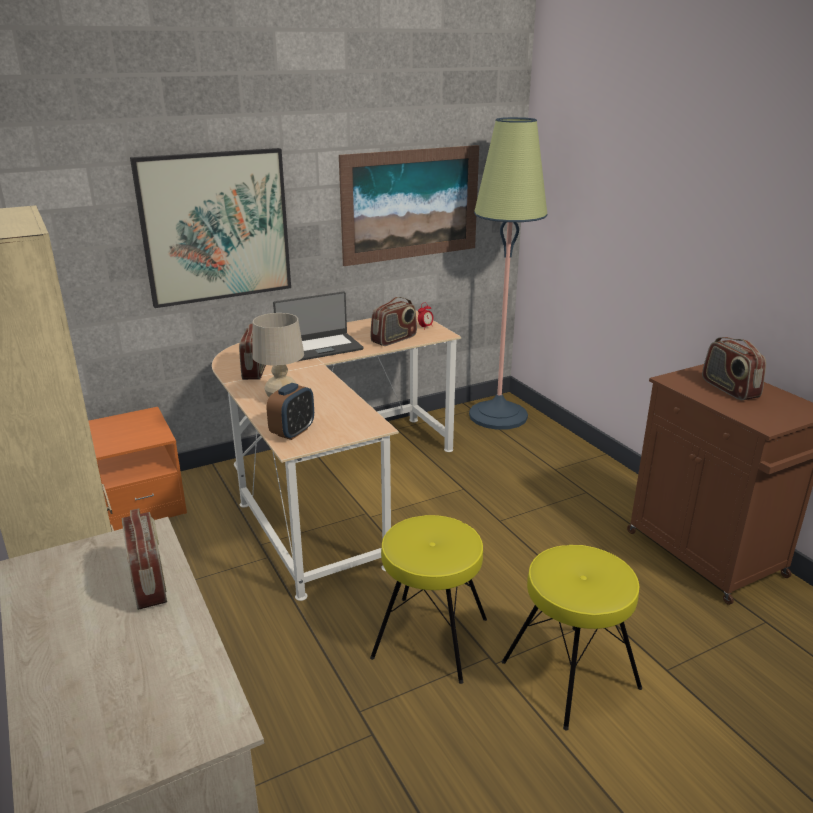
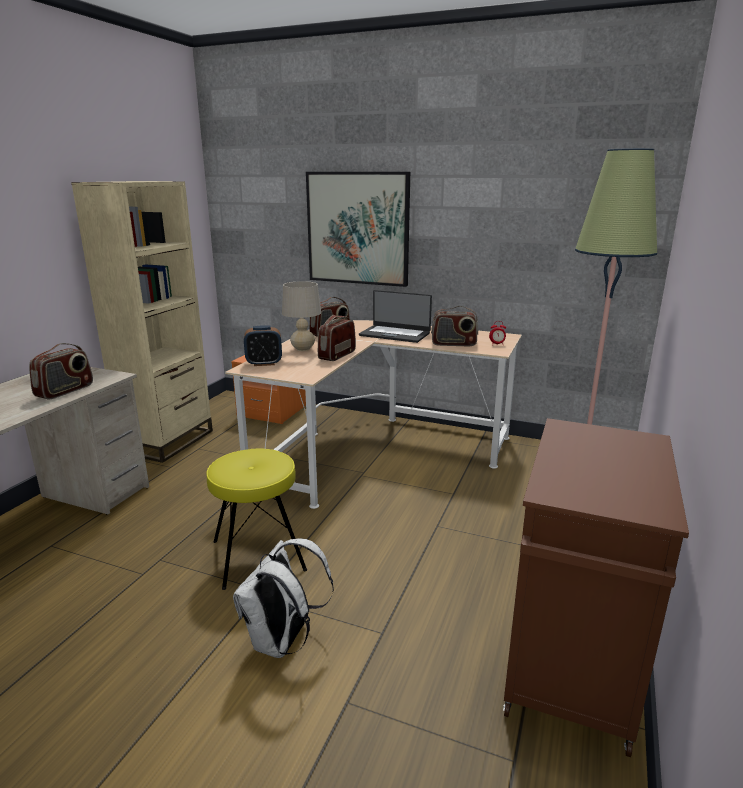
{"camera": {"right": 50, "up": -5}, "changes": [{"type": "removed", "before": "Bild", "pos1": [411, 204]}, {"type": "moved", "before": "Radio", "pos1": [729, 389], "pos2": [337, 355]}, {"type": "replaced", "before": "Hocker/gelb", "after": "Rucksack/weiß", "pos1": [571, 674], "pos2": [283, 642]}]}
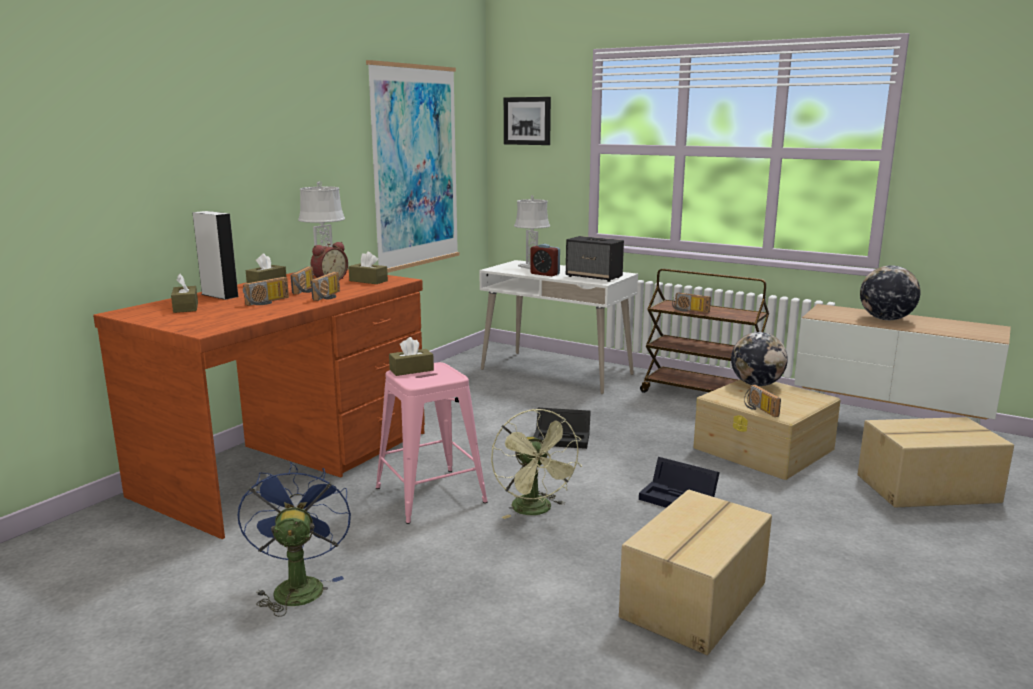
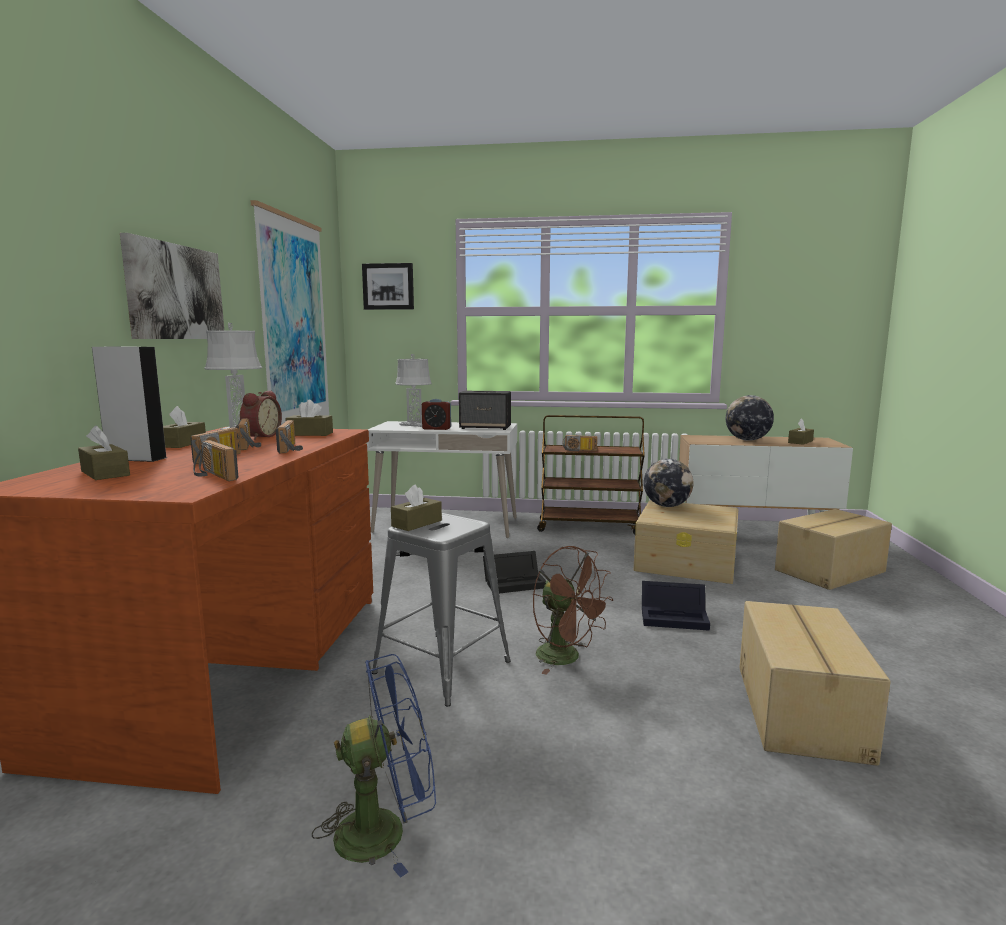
{"camera": {"right": -25, "up": -5}, "changes": [{"type": "recoloured", "before": "Hocker/rosa", "after": "Hocker/grau", "pos1": [430, 495], "pos2": [442, 667]}, {"type": "moved", "before": "Radio", "pos1": [759, 409], "pos2": [212, 475]}, {"type": "recoloured", "before": "Ventilator/grün", "after": "Ventilator/braun", "pos1": [536, 511], "pos2": [566, 658]}, {"type": "turned", "before": "Ventilator/blau", "pos1": [297, 586], "pos2": [385, 829], "turn": 105}, {"type": "added", "after": "Bild", "pos2": [175, 292]}, {"type": "added", "after": "Taschentuchbox/braun", "pos2": [800, 442]}]}
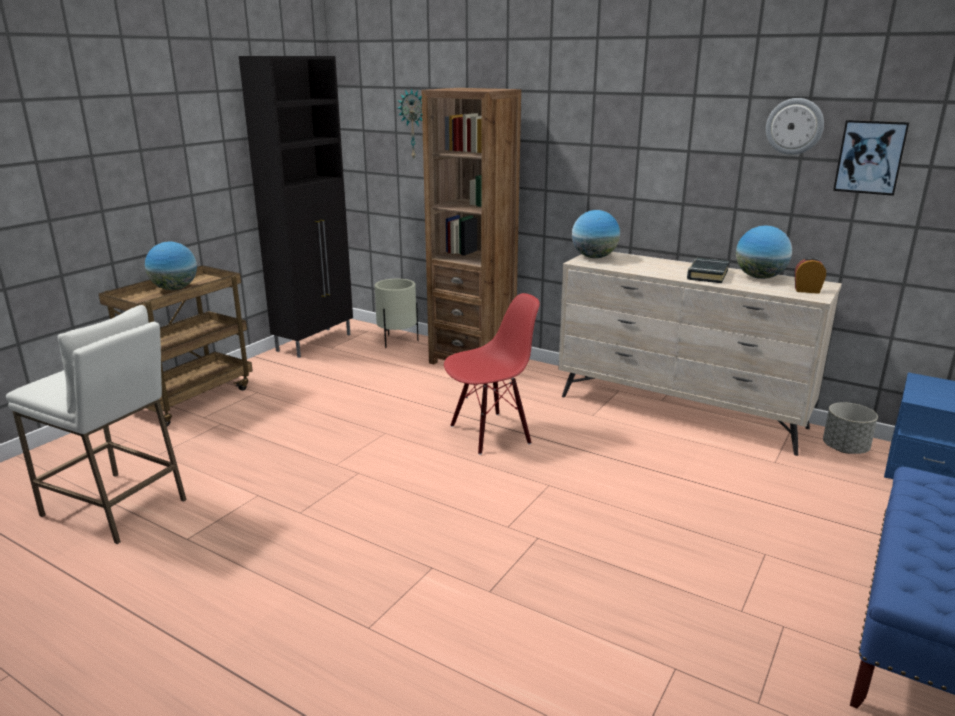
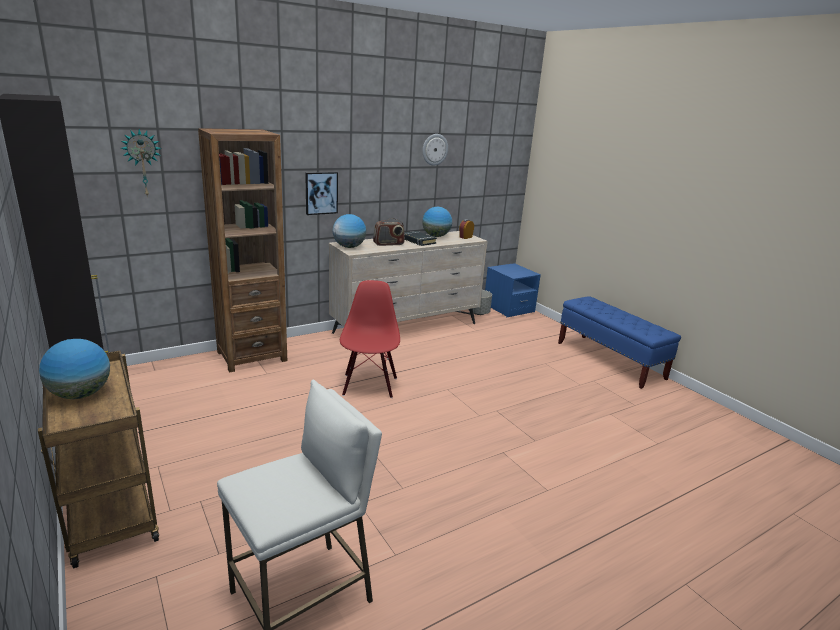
{"camera": {"right": -65, "up": 0}, "changes": [{"type": "moved", "before": "Bild", "pos1": [870, 157], "pos2": [321, 193]}, {"type": "removed", "before": "Pflanzkübel/beige", "pos1": [397, 341]}, {"type": "added", "after": "Radio", "pos2": [388, 244]}]}
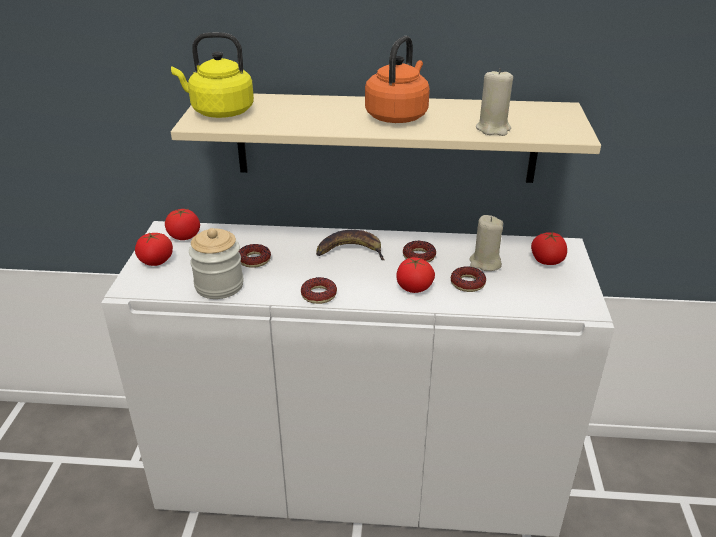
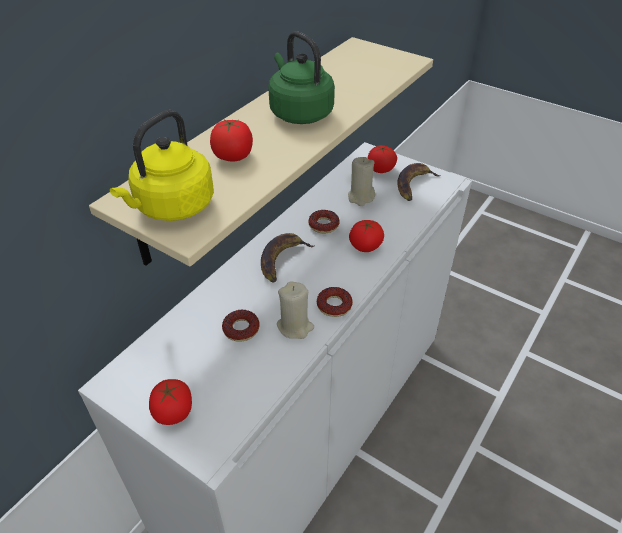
{"camera": {"right": -60, "up": 10}, "changes": [{"type": "recoloured", "before": "Wasserkessel/orange", "after": "Wasserkessel/grün", "pos1": [398, 115], "pos2": [299, 112]}, {"type": "moved", "before": "Kerze/beige", "pos1": [493, 129], "pos2": [295, 326]}, {"type": "moved", "before": "Tomate", "pos1": [184, 236], "pos2": [233, 156]}, {"type": "removed", "before": "Vorratsglas", "pos1": [219, 286]}, {"type": "removed", "before": "Donut", "pos1": [467, 283]}, {"type": "added", "after": "Banane", "pos2": [414, 184]}]}
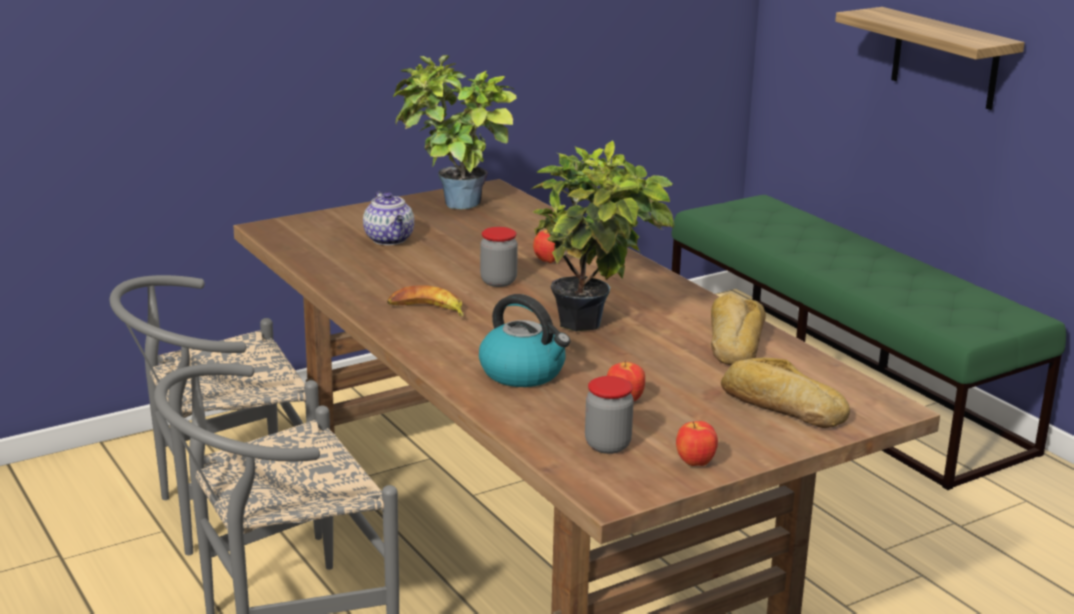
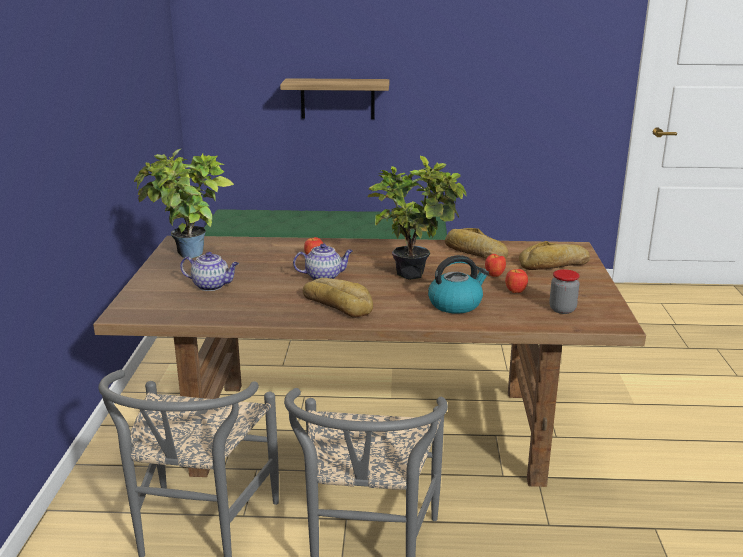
{"camera": {"right": -55, "up": 0}, "changes": [{"type": "replaced", "before": "Vorratsglas", "after": "Teekanne", "pos1": [498, 281], "pos2": [324, 277]}, {"type": "replaced", "before": "Banane", "after": "Brot", "pos1": [427, 310], "pos2": [338, 304]}, {"type": "moved", "before": "Apfel", "pos1": [695, 463], "pos2": [495, 276]}]}
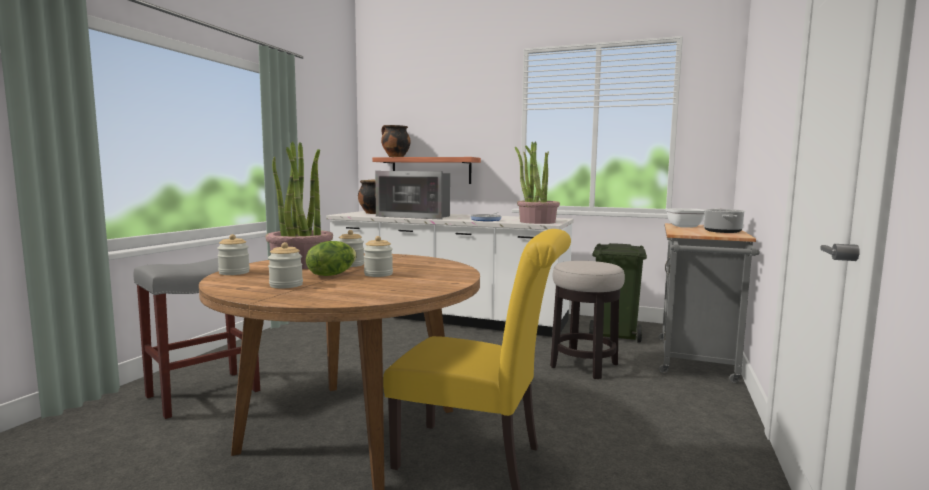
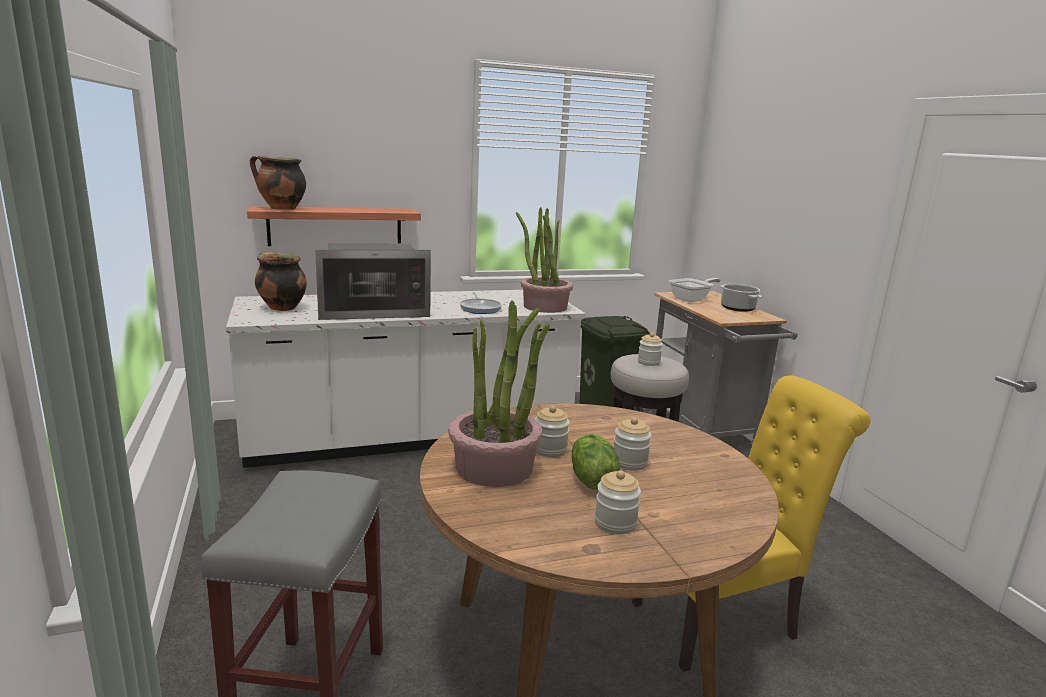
{"camera": {"right": -40, "up": 10}, "changes": [{"type": "moved", "before": "Vorratsglas", "pos1": [234, 272], "pos2": [648, 362]}]}
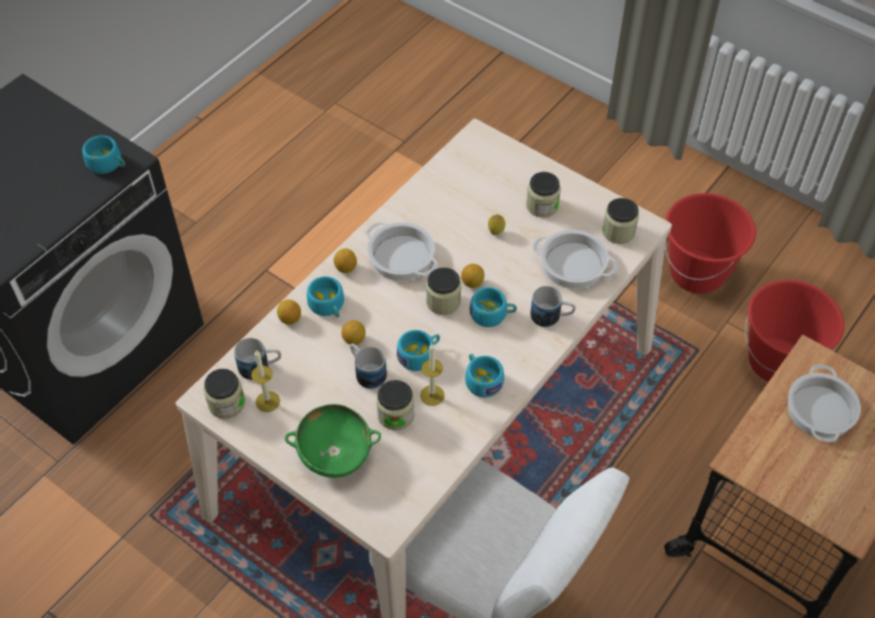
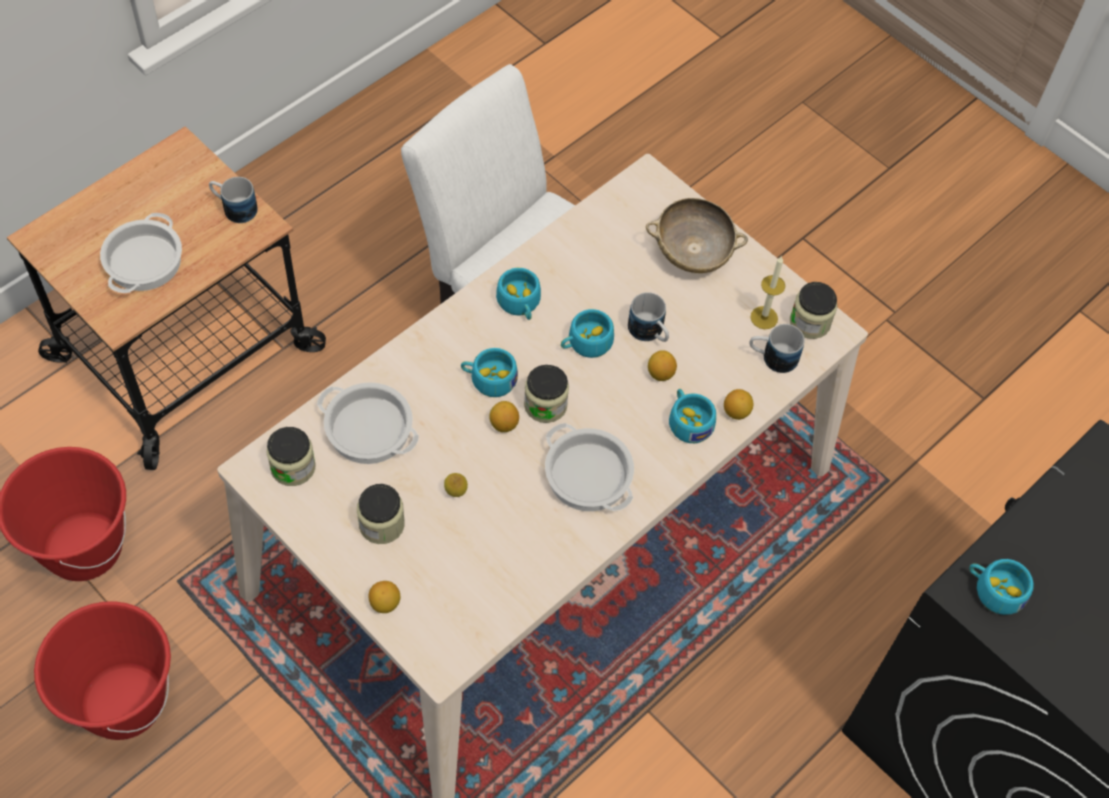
{"camera": {"right": -175, "up": 5}, "changes": [{"type": "moved", "before": "Zitrone", "pos1": [345, 268], "pos2": [385, 603]}, {"type": "moved", "before": "Henkelbecher", "pos1": [551, 317], "pos2": [234, 208]}, {"type": "removed", "before": "Kerze", "pos1": [432, 395]}, {"type": "removed", "before": "Vorratsglas", "pos1": [396, 415]}, {"type": "recoloured", "before": "Schüssel/grün", "after": "Schüssel/beige", "pos1": [335, 453], "pos2": [693, 252]}]}
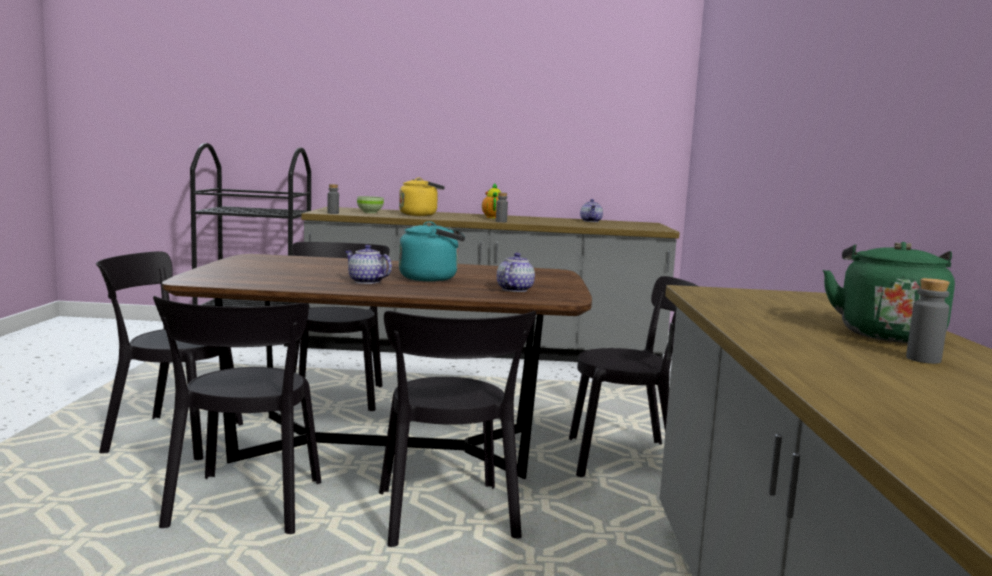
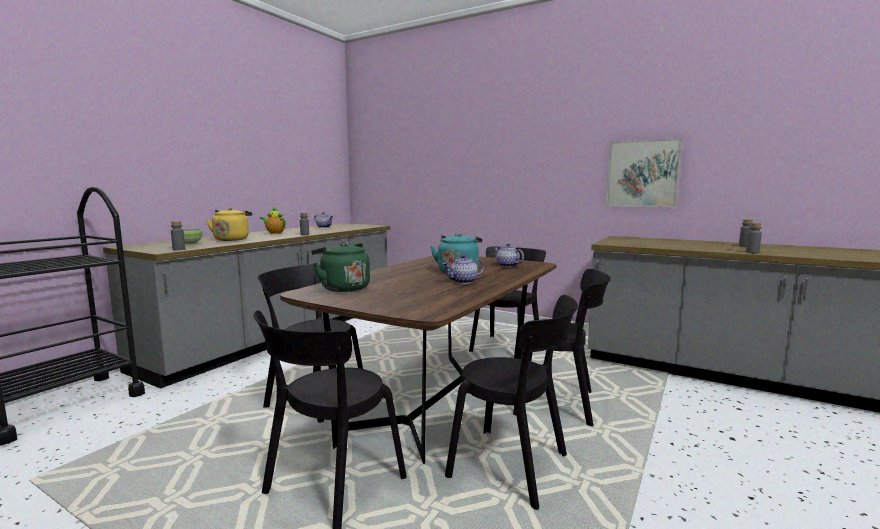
{"camera": {"right": -60, "up": 0}, "changes": [{"type": "moved", "before": "Wasserkessel/grün", "pos1": [886, 334], "pos2": [343, 288]}, {"type": "added", "after": "Bild", "pos2": [642, 173]}, {"type": "added", "after": "Flasche/grau", "pos2": [752, 252]}]}
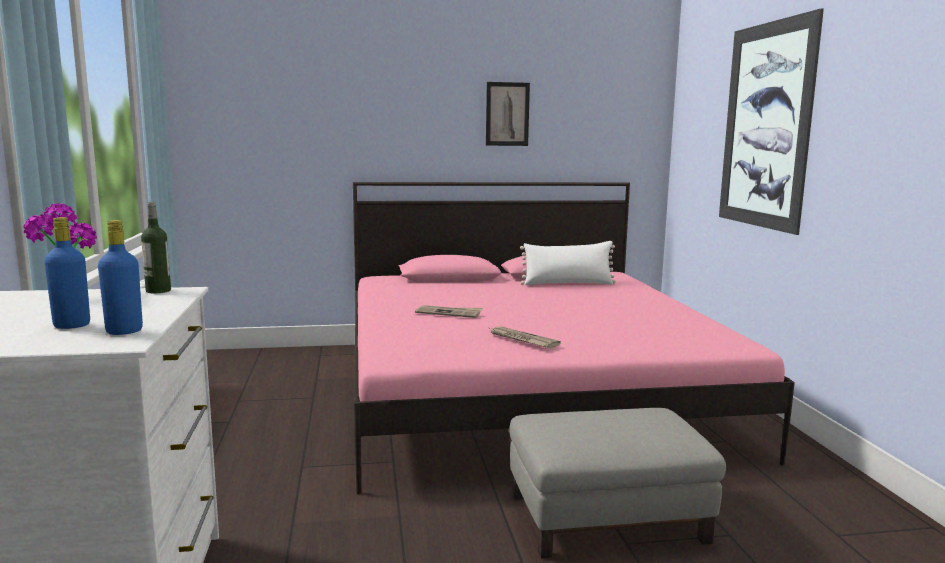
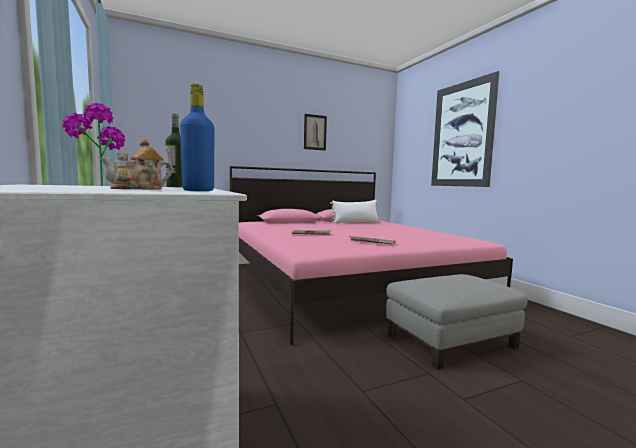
{"camera": {"right": -15, "up": -5}, "changes": [{"type": "replaced", "before": "Flasche/blau", "after": "Teekanne", "pos1": [72, 325], "pos2": [139, 189]}]}
